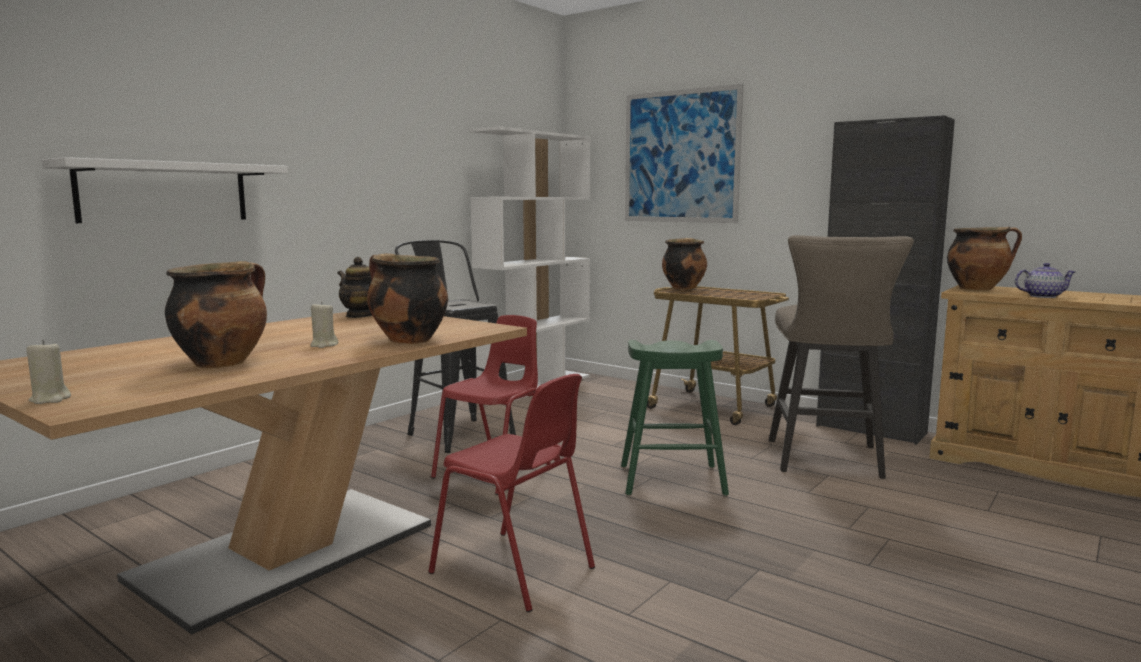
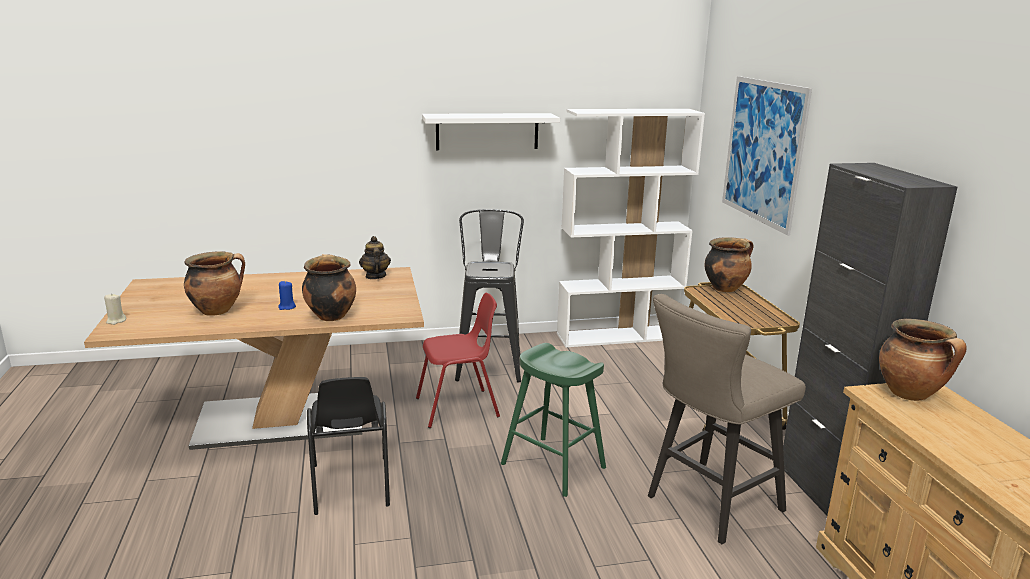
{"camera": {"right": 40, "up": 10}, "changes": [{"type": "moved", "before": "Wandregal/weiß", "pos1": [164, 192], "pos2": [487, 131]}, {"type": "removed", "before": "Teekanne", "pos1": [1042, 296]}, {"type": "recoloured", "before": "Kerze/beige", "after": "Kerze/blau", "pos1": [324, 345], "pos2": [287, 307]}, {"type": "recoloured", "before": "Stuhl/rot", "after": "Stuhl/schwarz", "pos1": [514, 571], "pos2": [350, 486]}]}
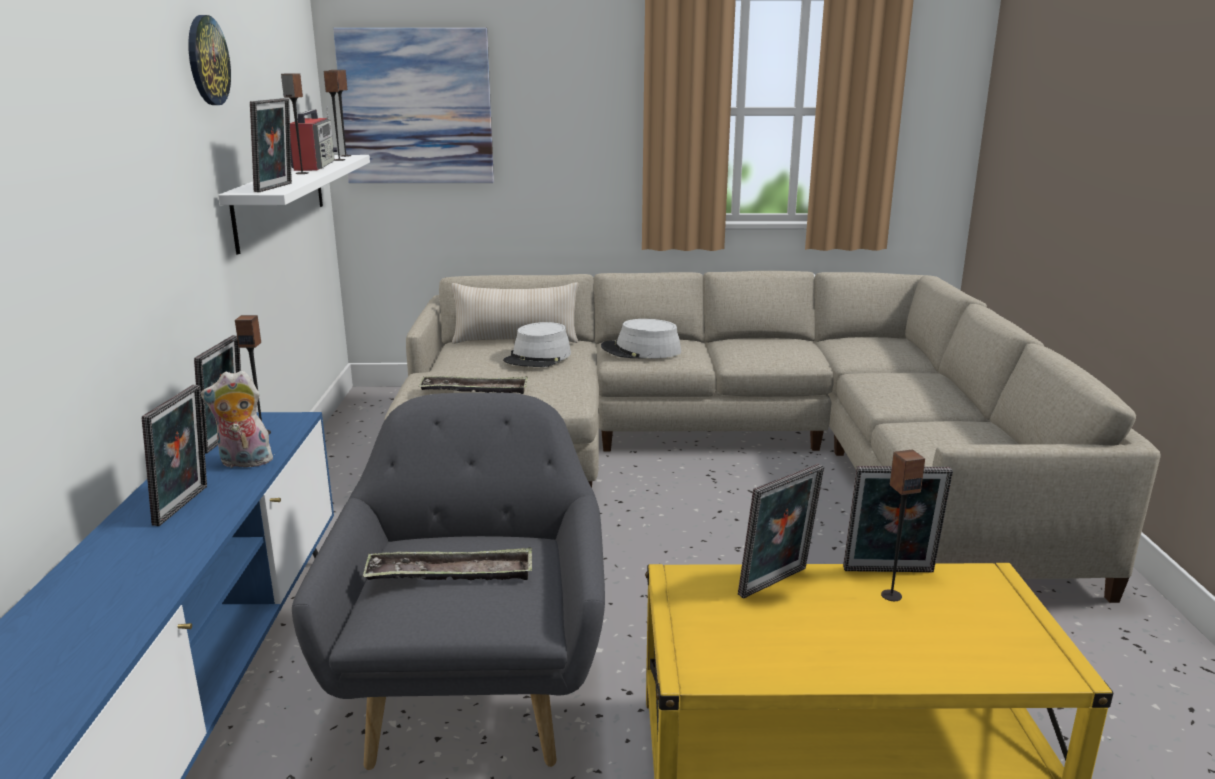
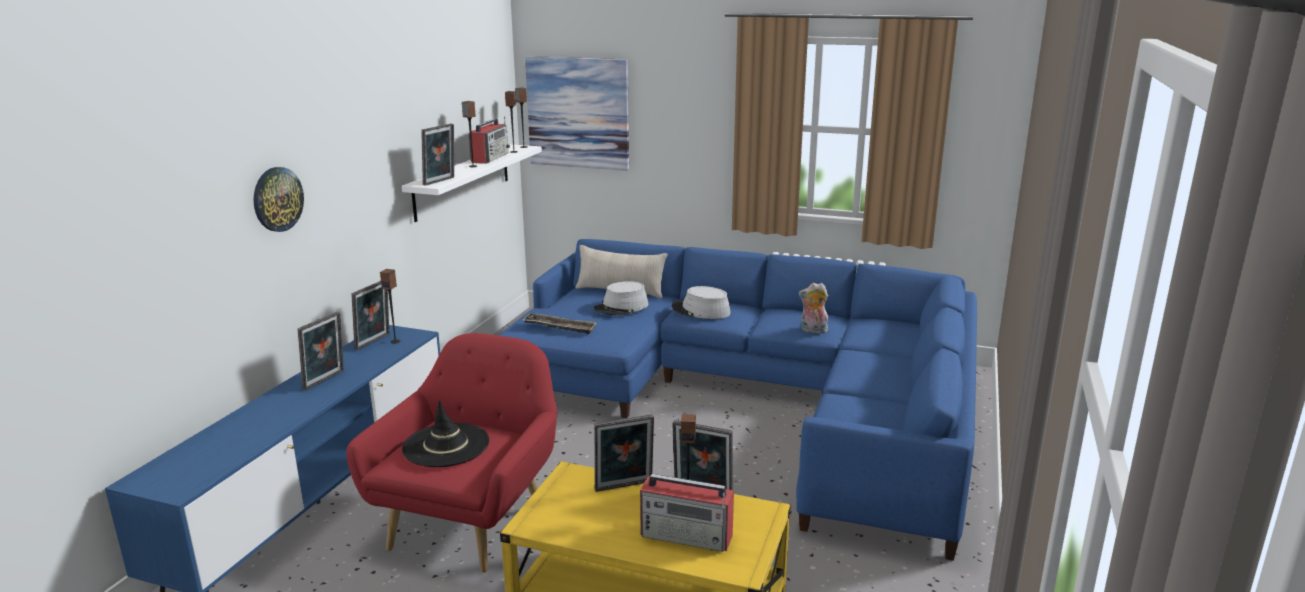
{"camera": {"right": 20, "up": 0}, "changes": [{"type": "moved", "before": "Wanduhr", "pos1": [207, 60], "pos2": [277, 199]}, {"type": "recoloured", "before": "Sofa/beige", "after": "Sofa/blau", "pos1": [730, 454], "pos2": [756, 398]}, {"type": "moved", "before": "Plüschtier", "pos1": [244, 463], "pos2": [813, 330]}, {"type": "recoloured", "before": "Sessel/grau", "after": "Sessel/rot", "pos1": [474, 689], "pos2": [471, 521]}, {"type": "replaced", "before": "Tablett", "after": "Hut/schwarz", "pos1": [450, 574], "pos2": [446, 445]}, {"type": "added", "after": "Radio", "pos2": [687, 536]}]}
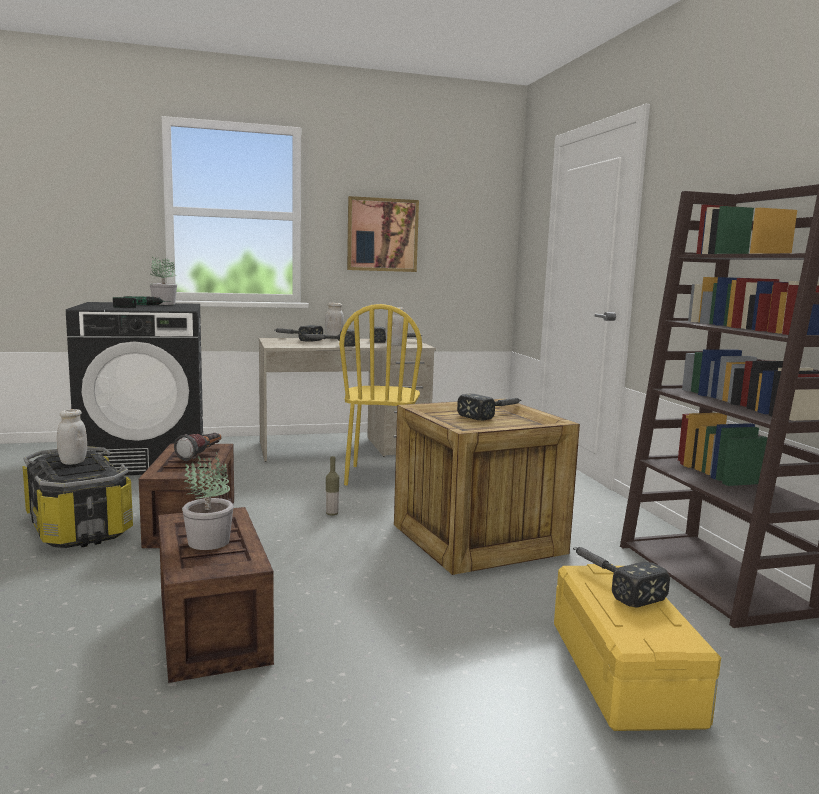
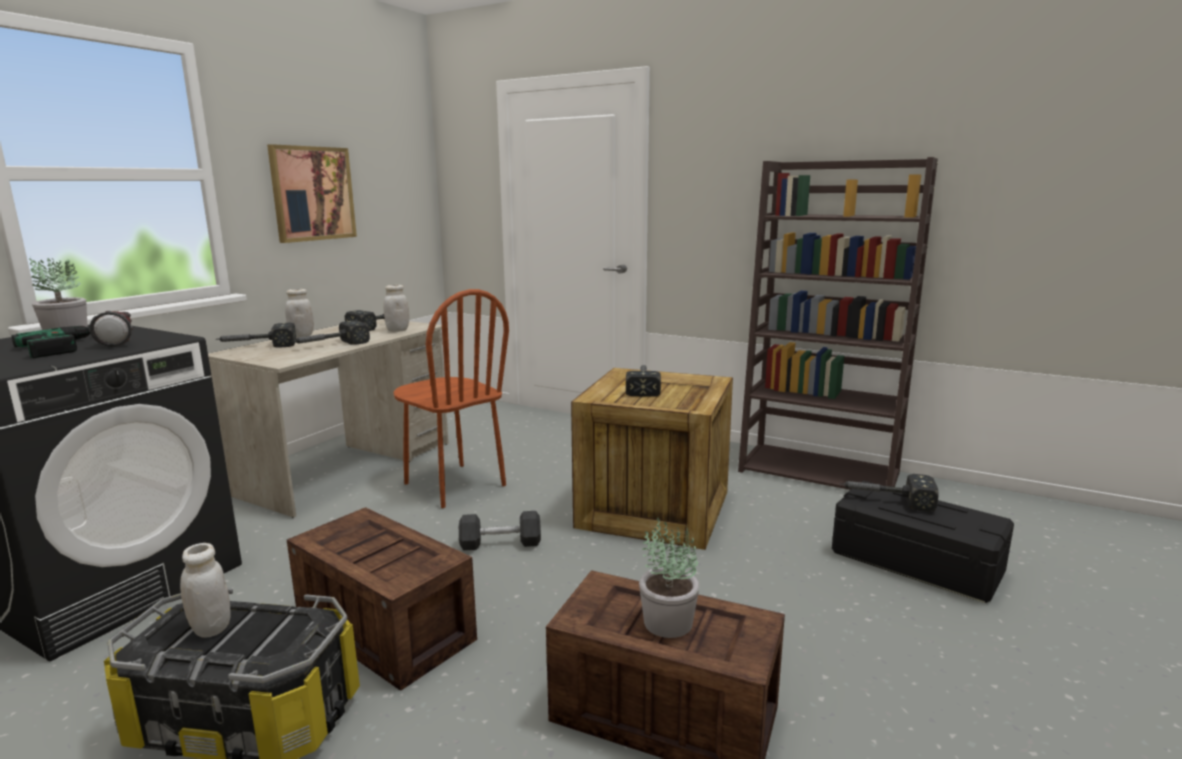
{"camera": {"right": -45, "up": 5}, "changes": [{"type": "recoloured", "before": "Stuhl/gelb", "after": "Stuhl/braun", "pos1": [379, 476], "pos2": [454, 485]}, {"type": "moved", "before": "Taschenlampe", "pos1": [201, 455], "pos2": [121, 340]}, {"type": "replaced", "before": "Flasche", "after": "Hantel/grau", "pos1": [332, 514], "pos2": [500, 543]}, {"type": "recoloured", "before": "Aufbewahrungsbox/gelb", "after": "Aufbewahrungsbox/schwarz", "pos1": [625, 673], "pos2": [916, 562]}]}
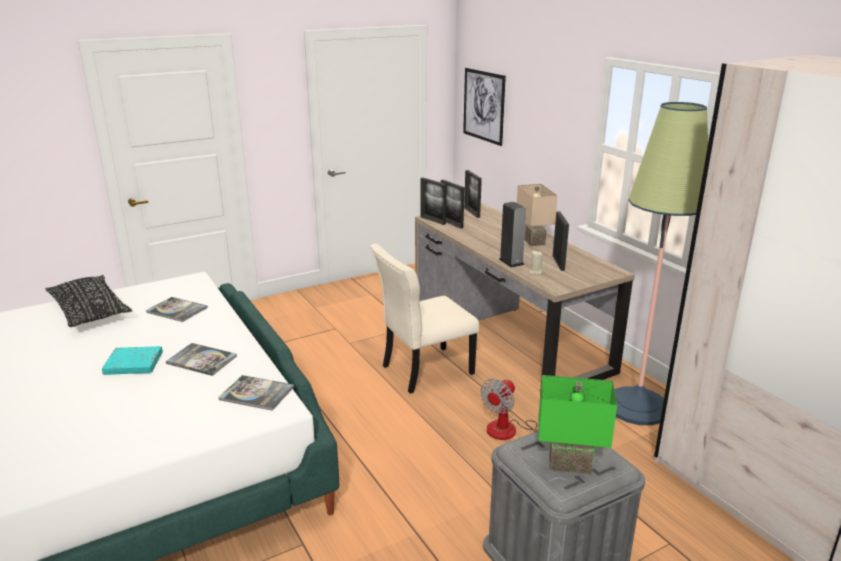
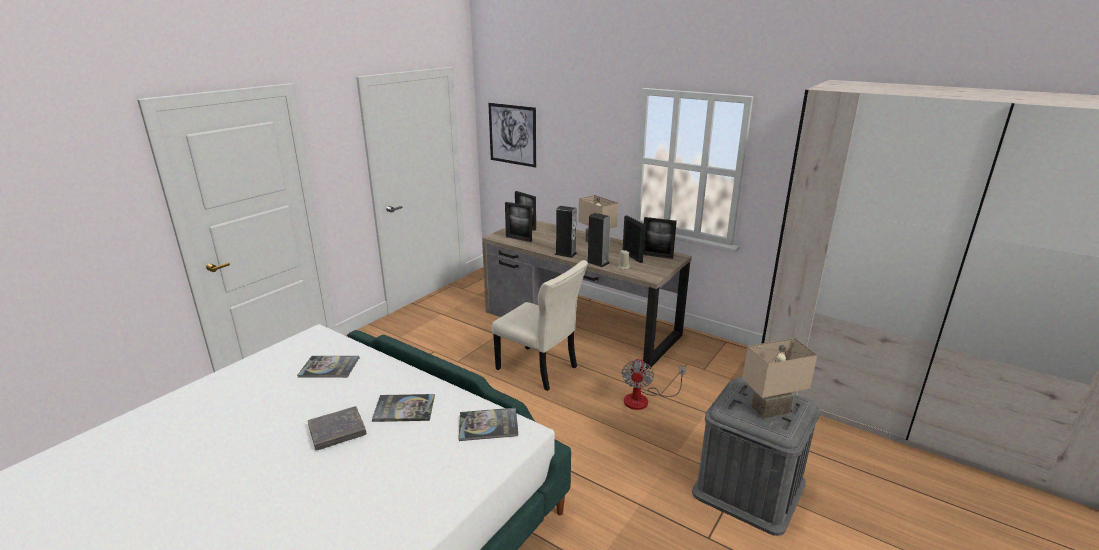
{"camera": {"right": -25, "up": 0}, "changes": [{"type": "removed", "before": "Stehlampe", "pos1": [637, 406]}, {"type": "moved", "before": "Bilderrahmen", "pos1": [432, 220], "pos2": [657, 256]}, {"type": "turned", "before": "Stuhl/beige", "pos1": [424, 370], "pos2": [539, 369], "turn": -90}, {"type": "removed", "before": "Kissen/schwarz", "pos1": [90, 311]}, {"type": "recoloured", "before": "Buch/türkis", "after": "Buch/grau", "pos1": [133, 364], "pos2": [337, 431]}, {"type": "recoloured", "before": "Tischlampe/grün", "after": "Tischlampe/beige", "pos1": [570, 462], "pos2": [770, 409]}, {"type": "added", "after": "Lautsprecher", "pos2": [565, 254]}]}
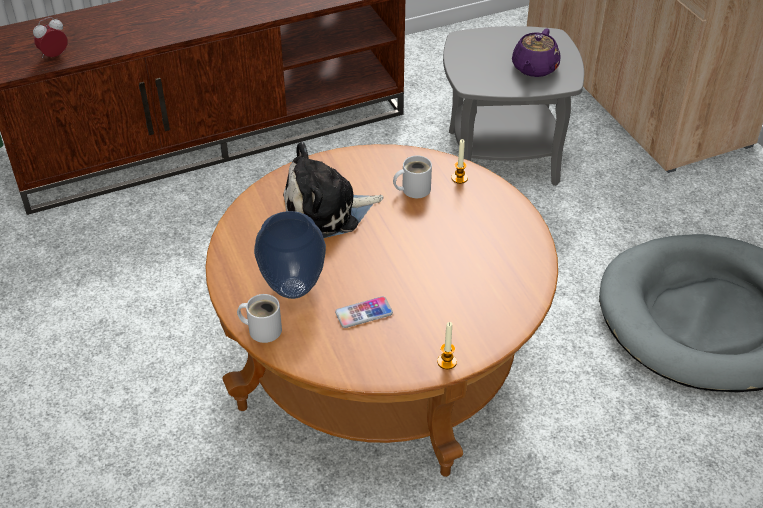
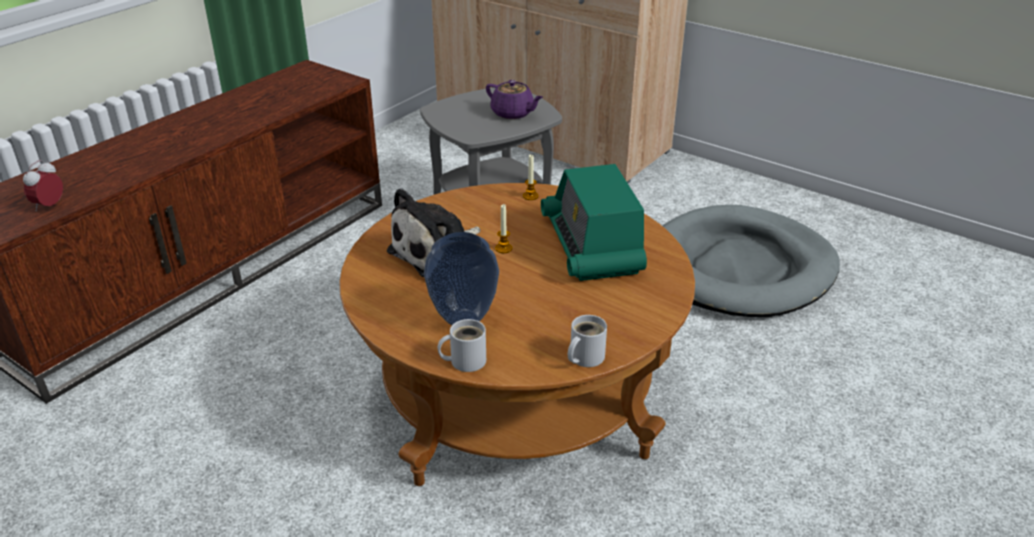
{"camera": {"right": -30, "up": -10}, "changes": [{"type": "turned", "before": "Teekanne/lila", "pos1": [534, 68], "pos2": [513, 113], "turn": -45}, {"type": "moved", "before": "Henkelbecher/weiß", "pos1": [413, 189], "pos2": [584, 357]}, {"type": "removed", "before": "Handy", "pos1": [364, 313]}, {"type": "moved", "before": "Kerze", "pos1": [446, 362], "pos2": [503, 248]}, {"type": "added", "after": "Radio", "pos2": [592, 245]}]}
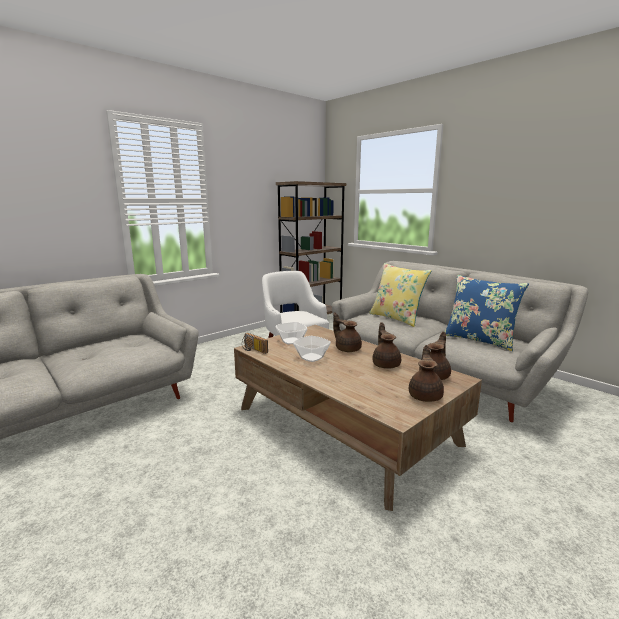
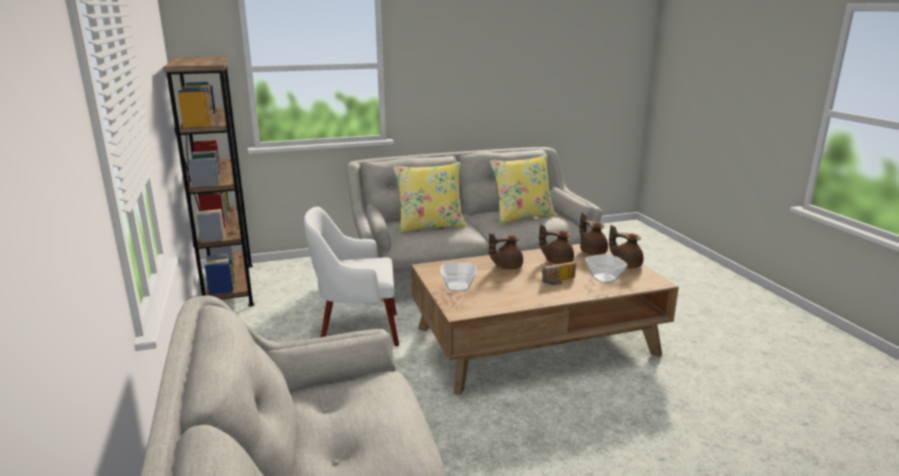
{"camera": {"right": -65, "up": 5}, "changes": [{"type": "recoloured", "before": "Kissen/blau", "after": "Kissen/gelb", "pos1": [479, 340], "pos2": [522, 217]}, {"type": "moved", "before": "Radio", "pos1": [253, 350], "pos2": [559, 281]}, {"type": "moved", "before": "Schüssel", "pos1": [311, 358], "pos2": [605, 278]}]}
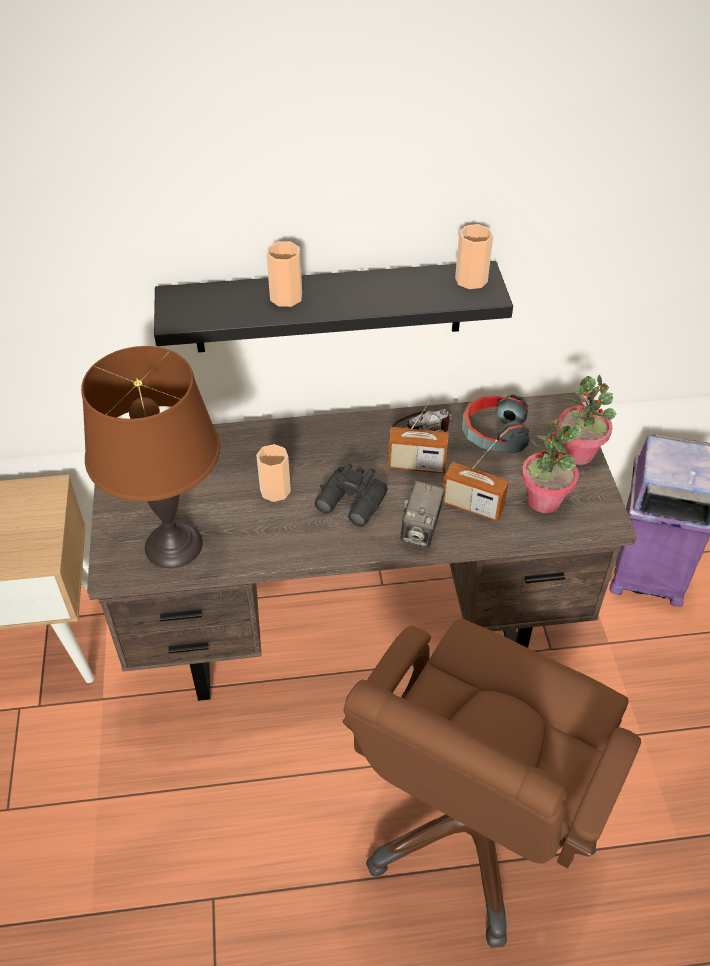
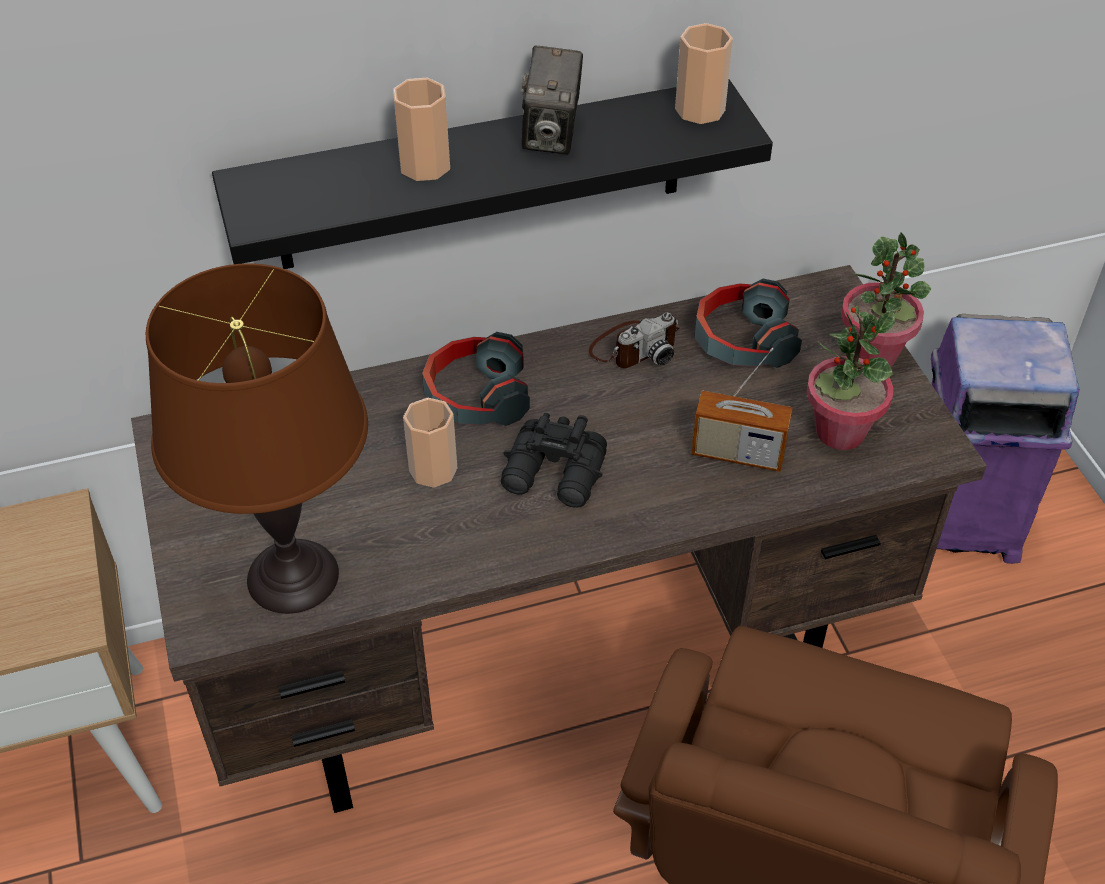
{"camera": {"right": -10, "up": 0}, "changes": [{"type": "removed", "before": "Radio", "pos1": [417, 464]}, {"type": "moved", "before": "Kamera", "pos1": [421, 531], "pos2": [552, 135]}, {"type": "added", "after": "Kopfhörer", "pos2": [475, 397]}]}
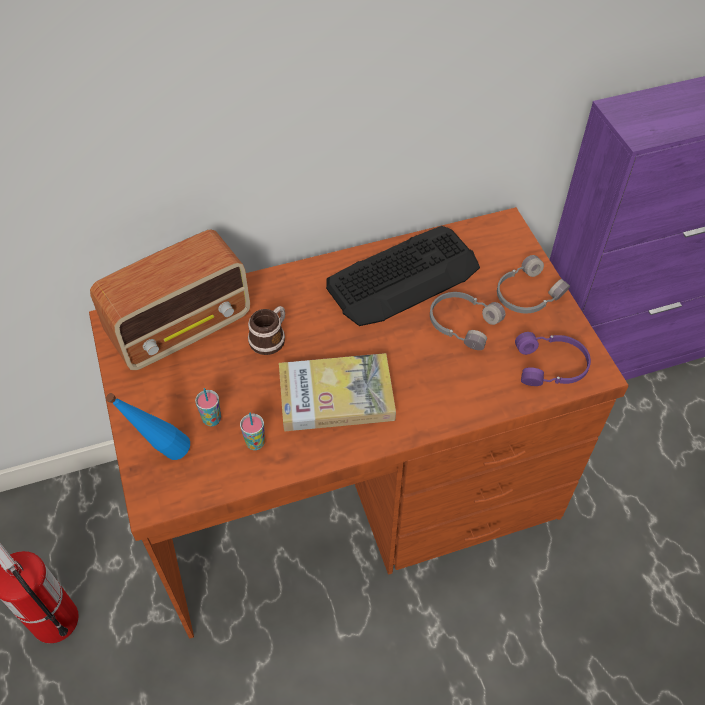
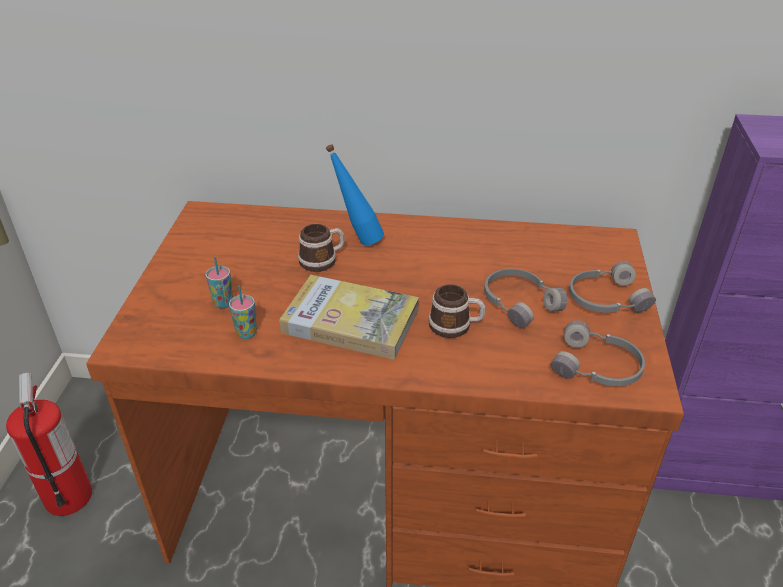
{"camera": {"right": 25, "up": -15}, "changes": [{"type": "removed", "before": "Tastatur", "pos1": [404, 276]}, {"type": "removed", "before": "Radio", "pos1": [182, 328]}, {"type": "recoloured", "before": "Kopfhörer/lila", "after": "Kopfhörer/grau", "pos1": [551, 366], "pos2": [597, 367]}, {"type": "moved", "before": "Flasche/blau", "pos1": [162, 453], "pos2": [357, 240]}, {"type": "added", "after": "Henkelbecher", "pos2": [455, 326]}]}
